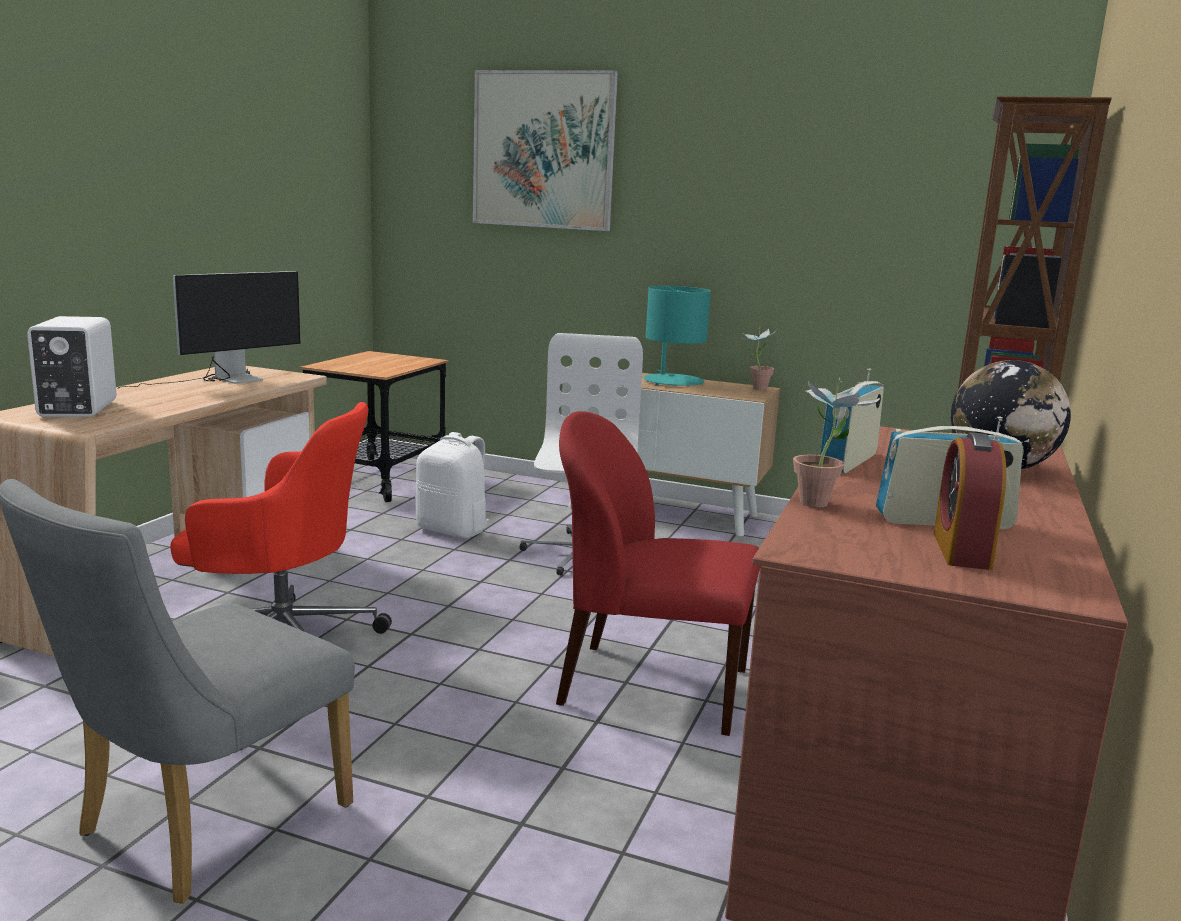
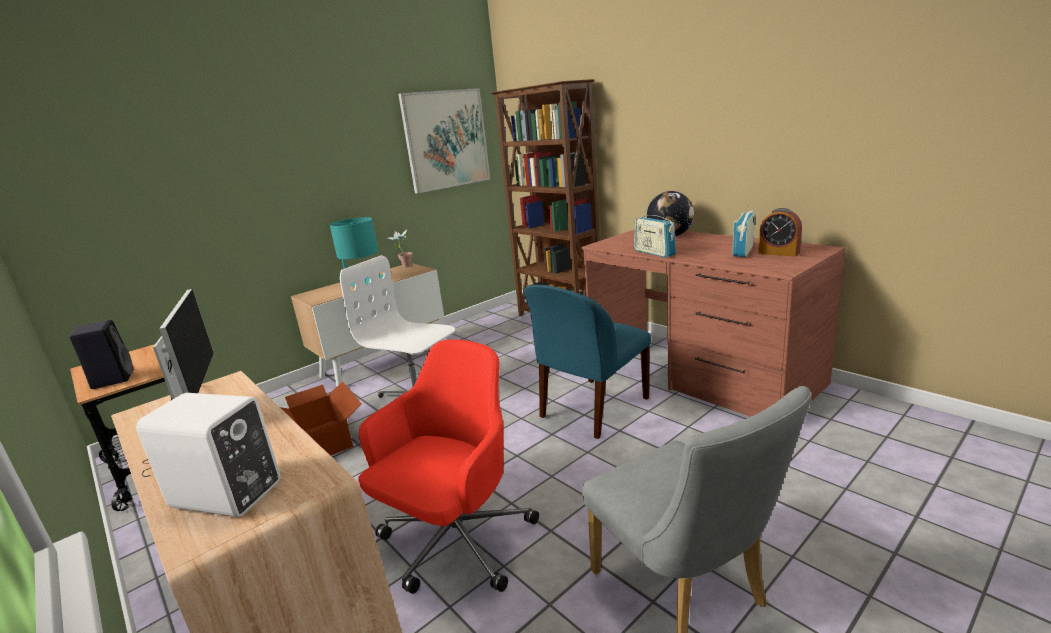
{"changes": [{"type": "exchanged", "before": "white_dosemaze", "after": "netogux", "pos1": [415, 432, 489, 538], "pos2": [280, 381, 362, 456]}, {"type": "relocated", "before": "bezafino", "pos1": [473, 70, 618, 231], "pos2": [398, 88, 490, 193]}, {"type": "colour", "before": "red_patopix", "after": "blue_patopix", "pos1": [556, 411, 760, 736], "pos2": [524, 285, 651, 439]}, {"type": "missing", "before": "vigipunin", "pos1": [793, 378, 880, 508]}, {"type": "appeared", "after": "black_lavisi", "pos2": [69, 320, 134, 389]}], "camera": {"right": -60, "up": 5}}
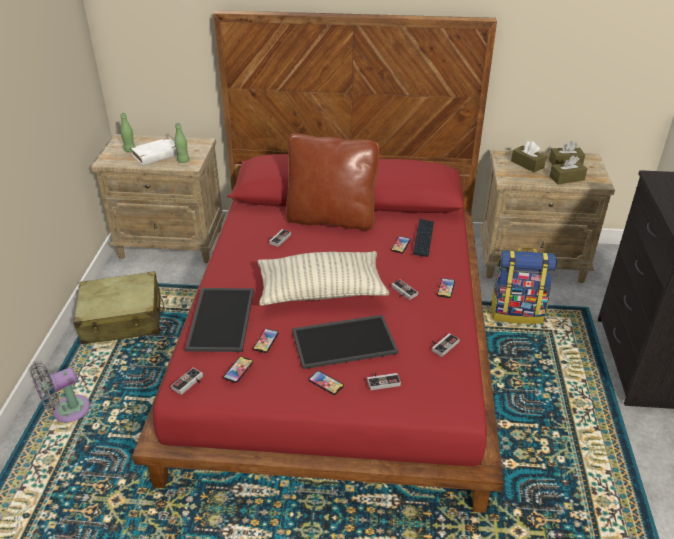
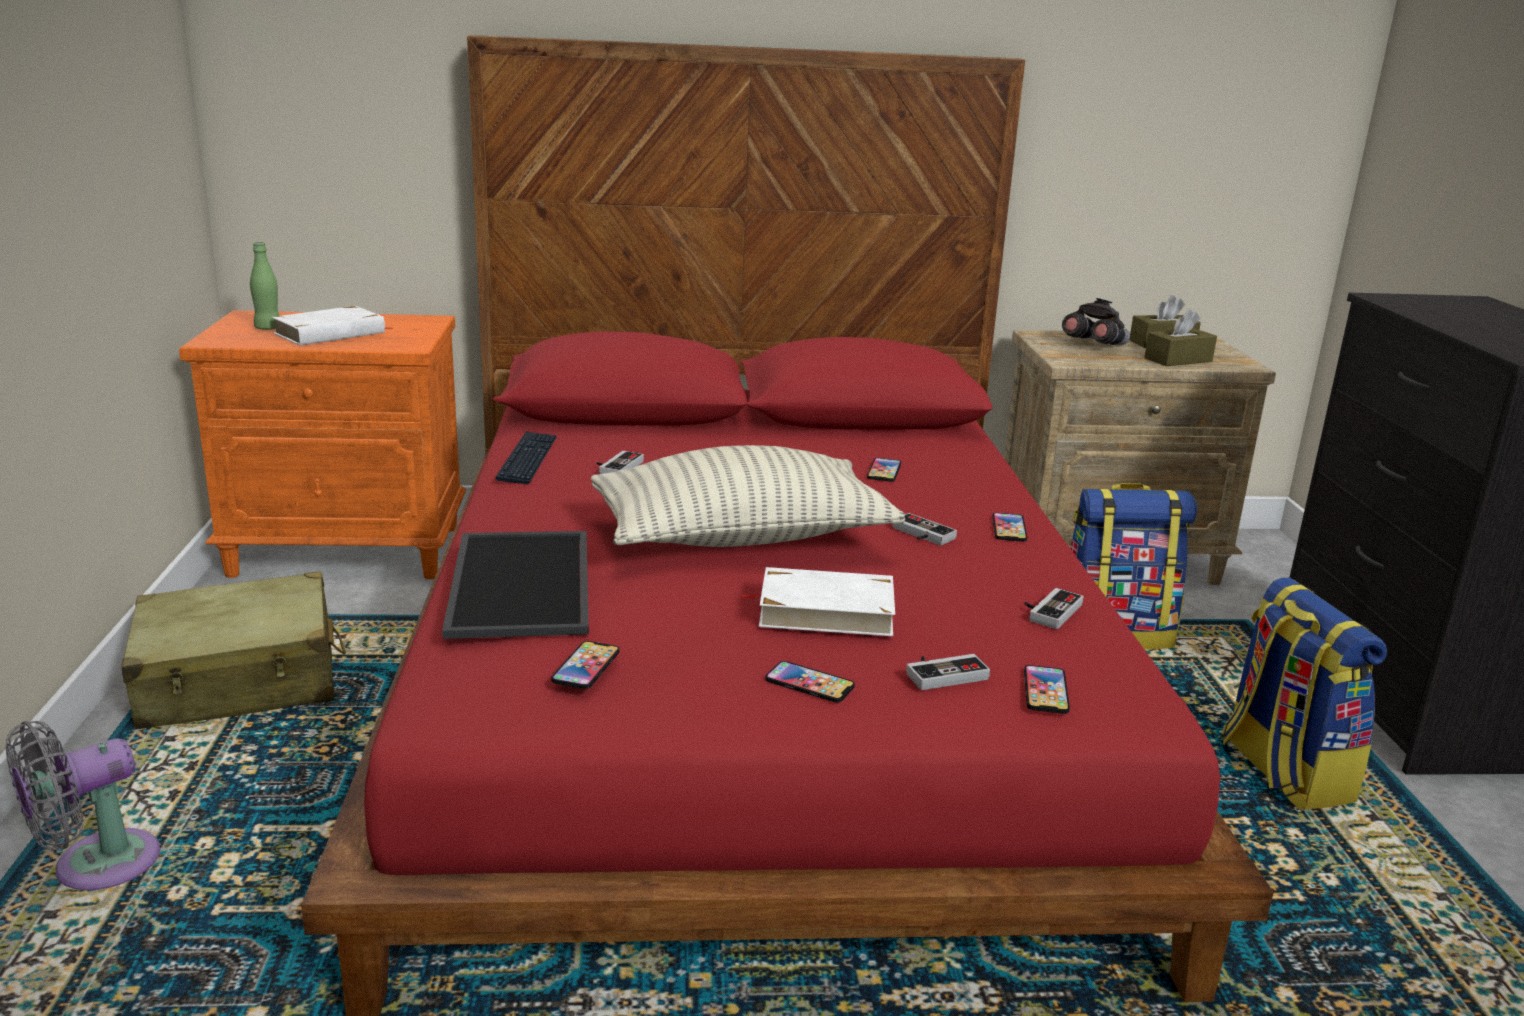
{"changes": [{"type": "colour", "before": "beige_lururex", "after": "orange_lururex", "pos1": [91, 134, 225, 263], "pos2": [179, 310, 466, 579]}, {"type": "missing", "before": "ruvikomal", "pos1": [171, 368, 203, 395]}, {"type": "missing", "before": "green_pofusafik", "pos1": [174, 123, 190, 163]}, {"type": "relocated", "before": "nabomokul", "pos1": [253, 329, 278, 353], "pos2": [1024, 665, 1070, 714]}, {"type": "missing", "before": "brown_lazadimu", "pos1": [286, 134, 379, 230]}, {"type": "exchanged", "before": "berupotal", "after": "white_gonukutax", "pos1": [292, 315, 398, 369], "pos2": [739, 567, 895, 636]}, {"type": "relocated", "before": "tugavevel", "pos1": [413, 219, 434, 257], "pos2": [495, 432, 557, 484]}, {"type": "exchanged", "before": "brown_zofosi", "after": "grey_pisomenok", "pos1": [511, 141, 547, 172], "pos2": [1062, 298, 1130, 345]}, {"type": "appeared", "after": "dosemaze", "pos2": [1221, 578, 1387, 810]}], "camera": {"right": -10, "up": -15}}
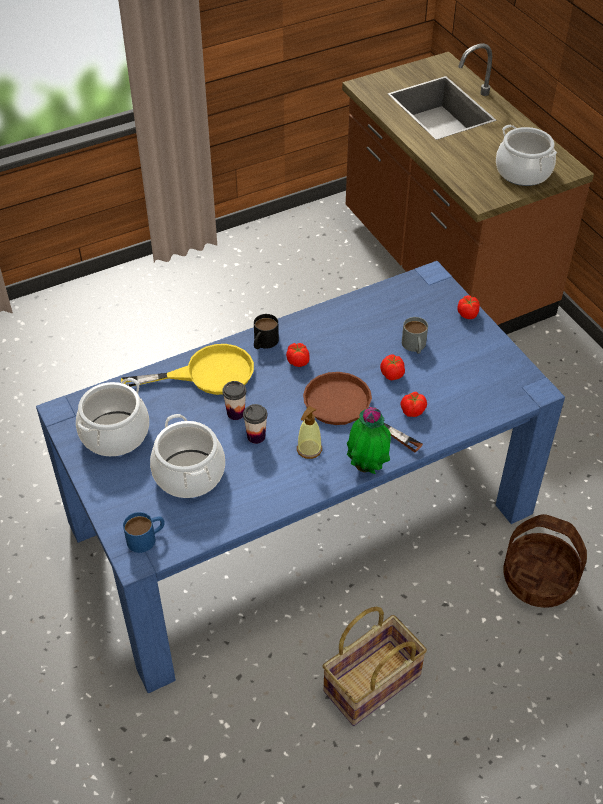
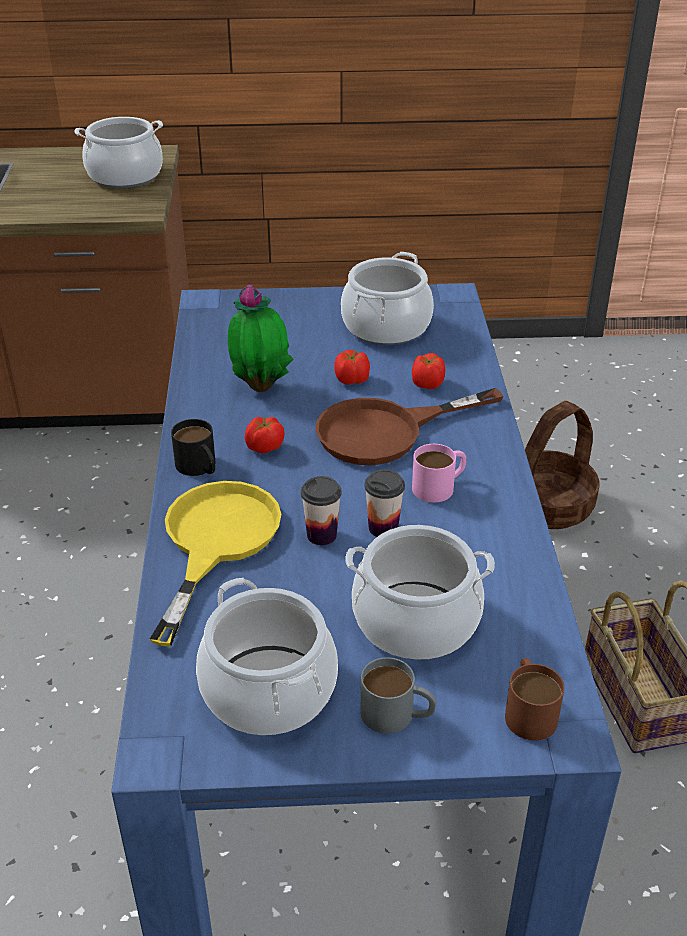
{"changes": [{"type": "colour", "before": "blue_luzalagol", "after": "brown_luzalagol", "pos1": [123, 512, 165, 553], "pos2": [505, 658, 564, 741]}, {"type": "exchanged", "before": "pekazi", "after": "pink_luzalagol", "pos1": [297, 406, 322, 459], "pos2": [412, 444, 467, 502]}, {"type": "relocated", "before": "vigipunin", "pos1": [347, 407, 391, 474], "pos2": [228, 284, 293, 392]}, {"type": "relocated", "before": "grey_luzalagol", "pos1": [402, 317, 428, 354], "pos2": [360, 657, 436, 734]}, {"type": "missing", "before": "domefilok", "pos1": [457, 295, 480, 319]}, {"type": "appeared", "after": "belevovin", "pos2": [341, 252, 434, 345]}], "camera": {"right": -65, "up": -10}}
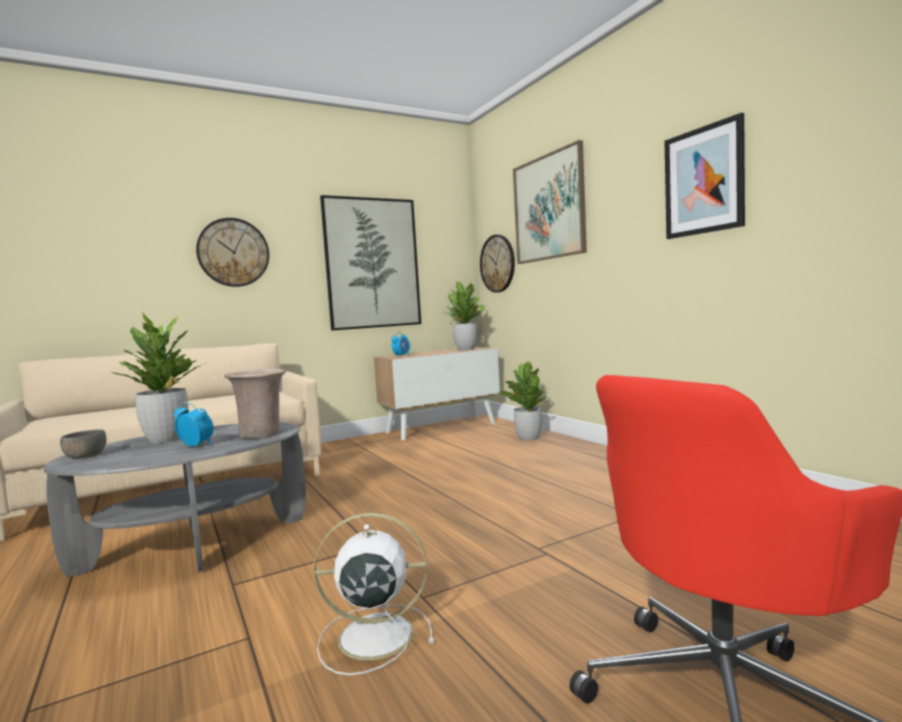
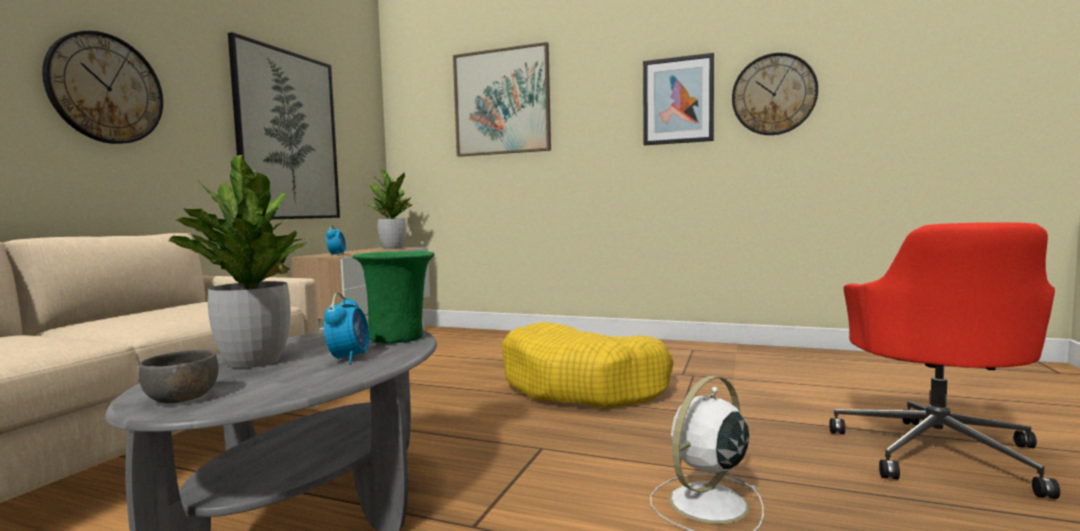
{"changes": [{"type": "spun", "before": "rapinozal", "pos1": [174, 402, 214, 447], "pos2": [324, 293, 369, 364], "turn": 105}, {"type": "colour", "before": "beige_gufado", "after": "green_gufado", "pos1": [224, 369, 286, 439], "pos2": [352, 251, 435, 343]}, {"type": "relocated", "before": "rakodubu", "pos1": [480, 235, 515, 292], "pos2": [732, 53, 818, 135]}, {"type": "missing", "before": "vigipunin", "pos1": [498, 361, 547, 441]}, {"type": "appeared", "after": "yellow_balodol", "pos2": [502, 322, 674, 408]}], "camera": {"right": -40, "up": 0}}
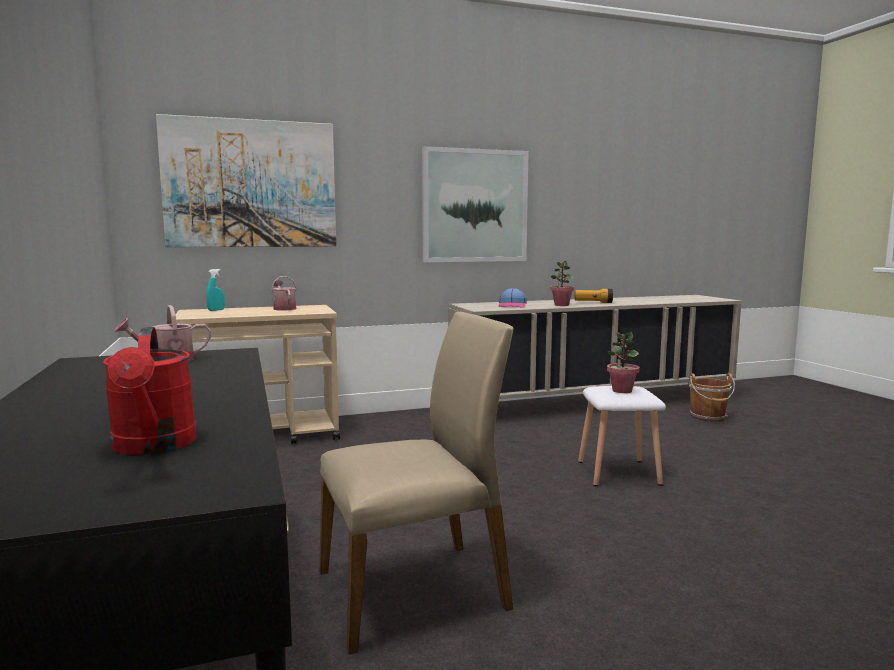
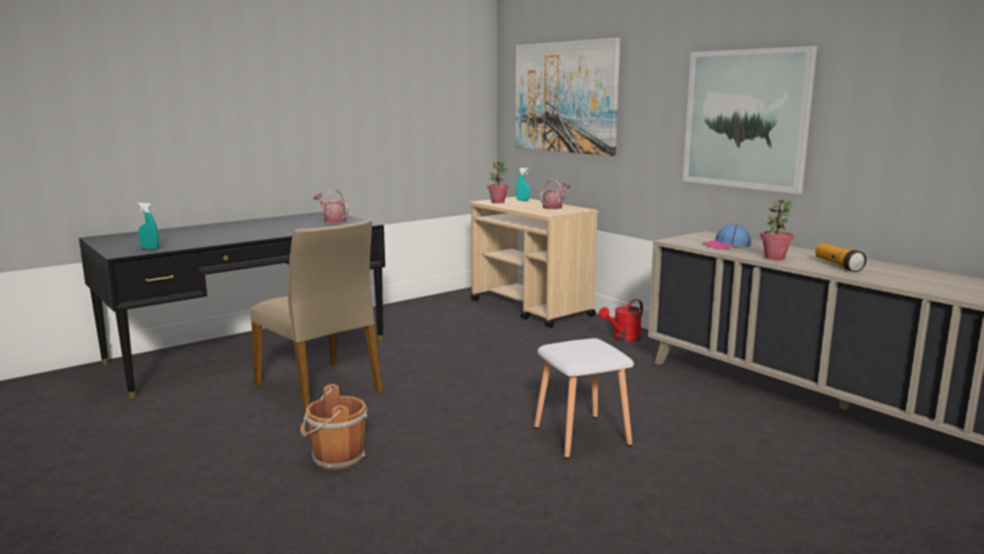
{"changes": [{"type": "relocated", "before": "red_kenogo", "pos1": [103, 327, 197, 455], "pos2": [599, 299, 643, 342]}, {"type": "relocated", "before": "vigipunin", "pos1": [607, 332, 640, 393], "pos2": [487, 162, 509, 203]}, {"type": "relocated", "before": "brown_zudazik", "pos1": [689, 374, 735, 422], "pos2": [300, 384, 367, 470]}, {"type": "appeared", "after": "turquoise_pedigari", "pos2": [137, 202, 159, 250]}], "camera": {"right": 70, "up": 5}}
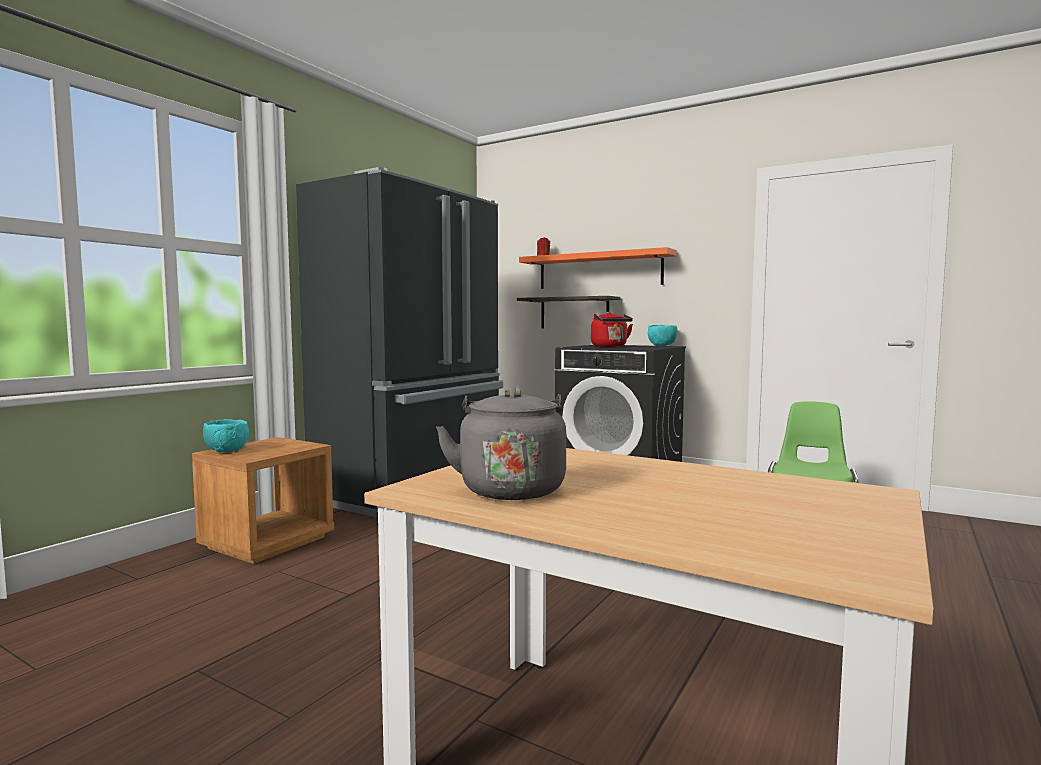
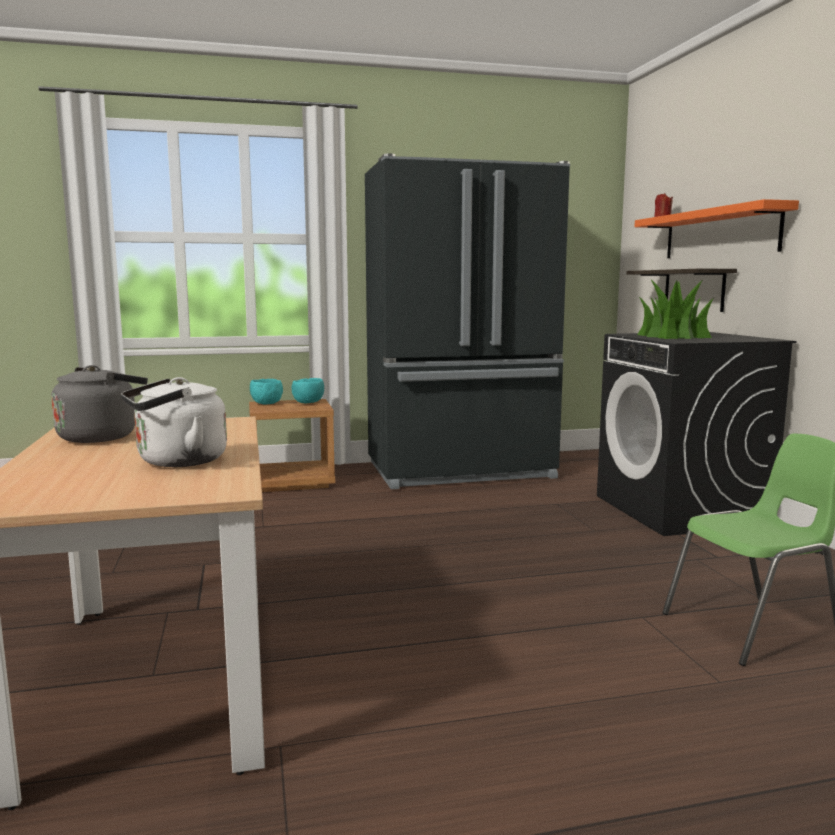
{"changes": [{"type": "exchanged", "before": "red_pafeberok", "after": "vigipunin", "pos1": [591, 312, 633, 347], "pos2": [637, 279, 714, 339]}, {"type": "relocated", "before": "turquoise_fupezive", "pos1": [648, 325, 678, 346], "pos2": [292, 378, 324, 403]}, {"type": "appeared", "after": "white_pafeberok", "pos2": [121, 377, 227, 467]}], "camera": {"right": 45, "up": 5}}
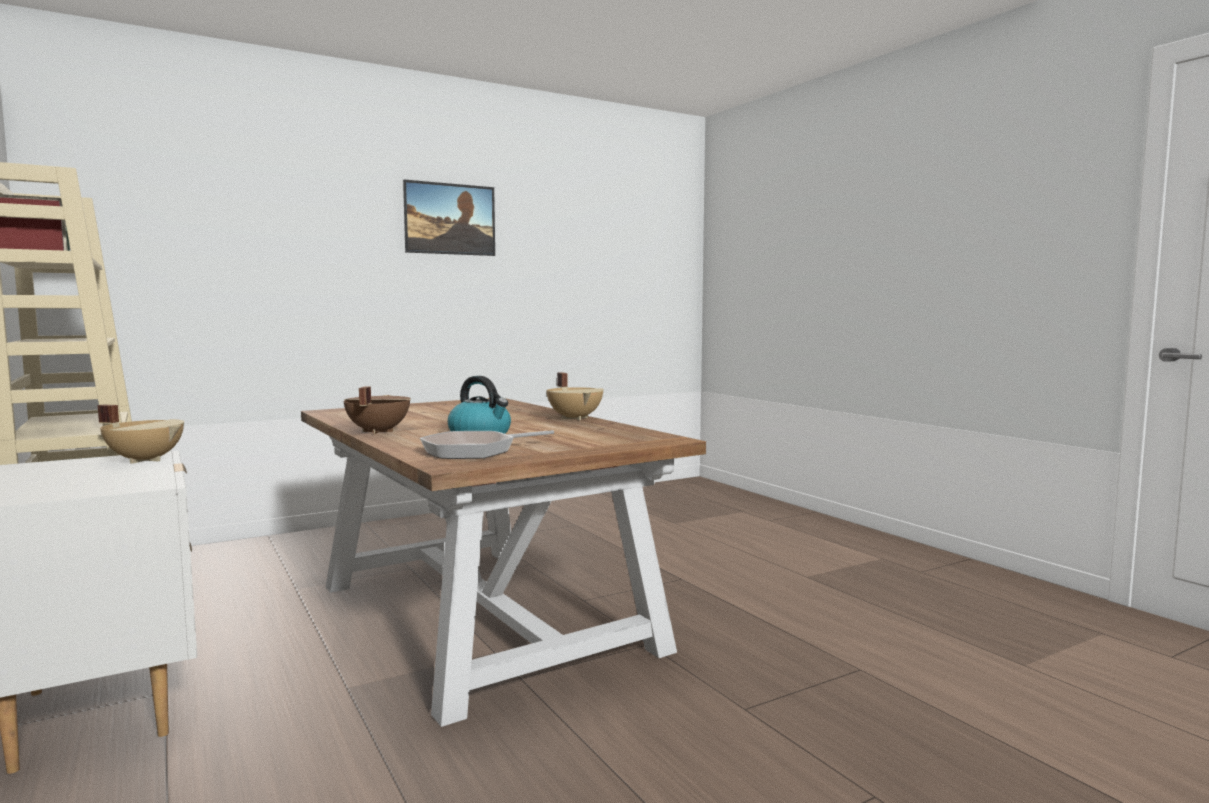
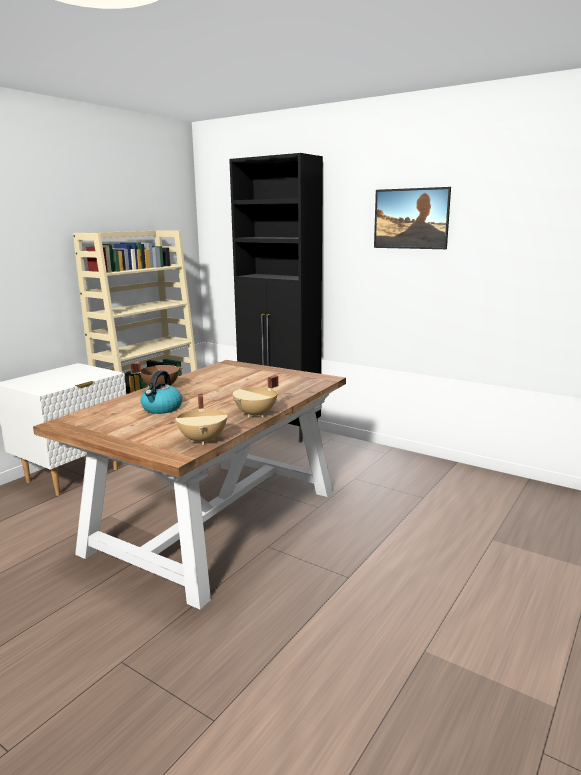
{"changes": [{"type": "relocated", "before": "beige_belevovin", "pos1": [98, 404, 184, 464], "pos2": [176, 394, 227, 445]}, {"type": "missing", "before": "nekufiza", "pos1": [420, 430, 554, 459]}, {"type": "appeared", "after": "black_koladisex", "pos2": [229, 153, 323, 442]}], "camera": {"right": 65, "up": 10}}
